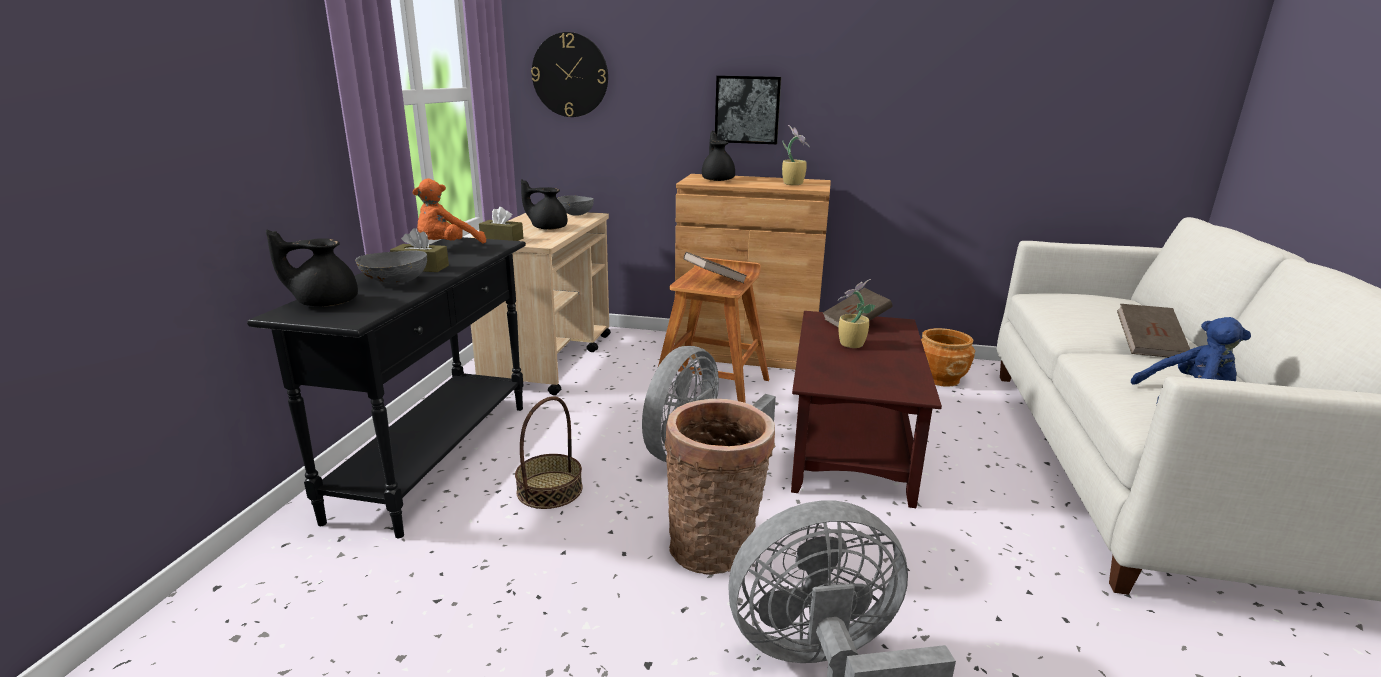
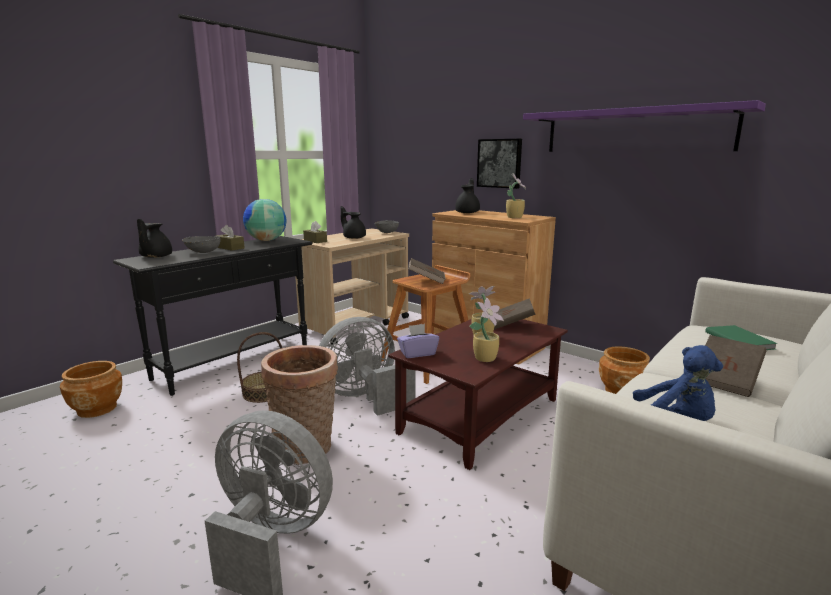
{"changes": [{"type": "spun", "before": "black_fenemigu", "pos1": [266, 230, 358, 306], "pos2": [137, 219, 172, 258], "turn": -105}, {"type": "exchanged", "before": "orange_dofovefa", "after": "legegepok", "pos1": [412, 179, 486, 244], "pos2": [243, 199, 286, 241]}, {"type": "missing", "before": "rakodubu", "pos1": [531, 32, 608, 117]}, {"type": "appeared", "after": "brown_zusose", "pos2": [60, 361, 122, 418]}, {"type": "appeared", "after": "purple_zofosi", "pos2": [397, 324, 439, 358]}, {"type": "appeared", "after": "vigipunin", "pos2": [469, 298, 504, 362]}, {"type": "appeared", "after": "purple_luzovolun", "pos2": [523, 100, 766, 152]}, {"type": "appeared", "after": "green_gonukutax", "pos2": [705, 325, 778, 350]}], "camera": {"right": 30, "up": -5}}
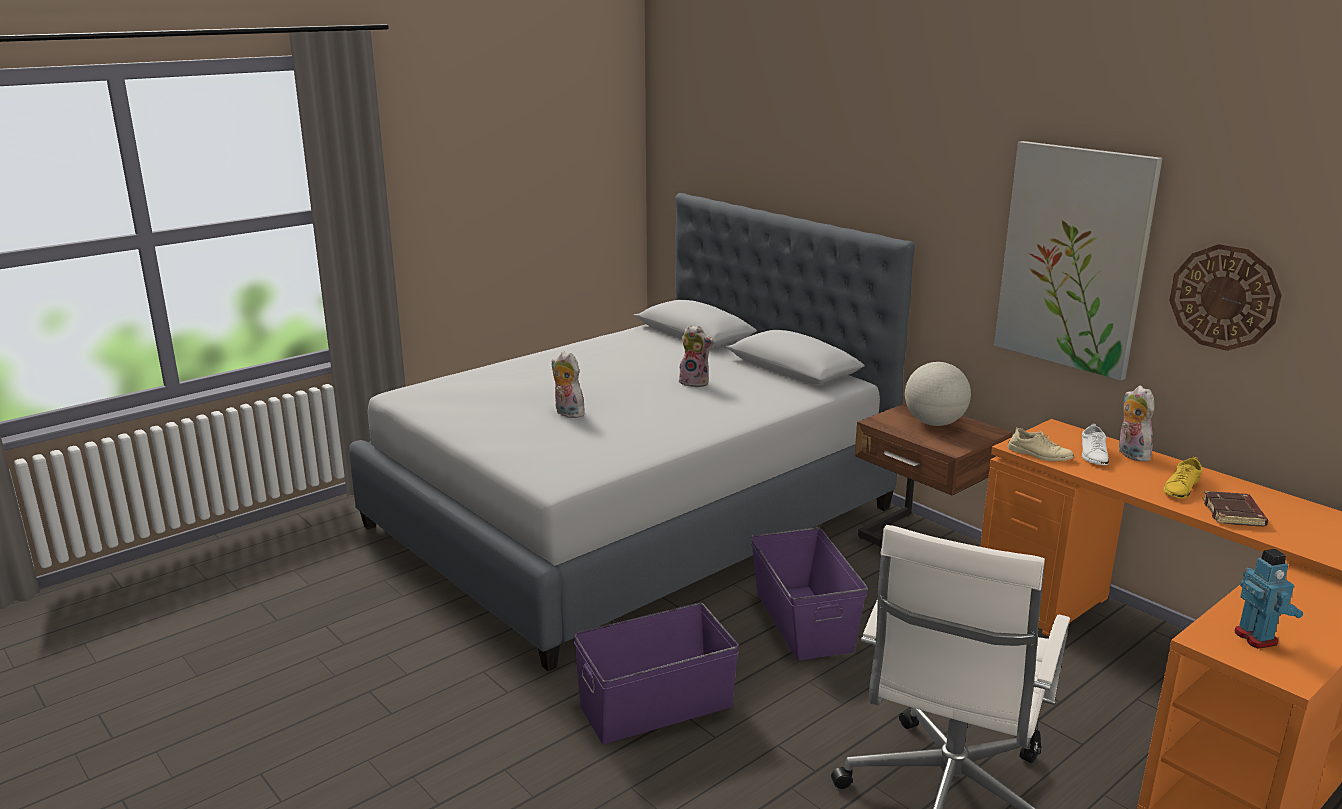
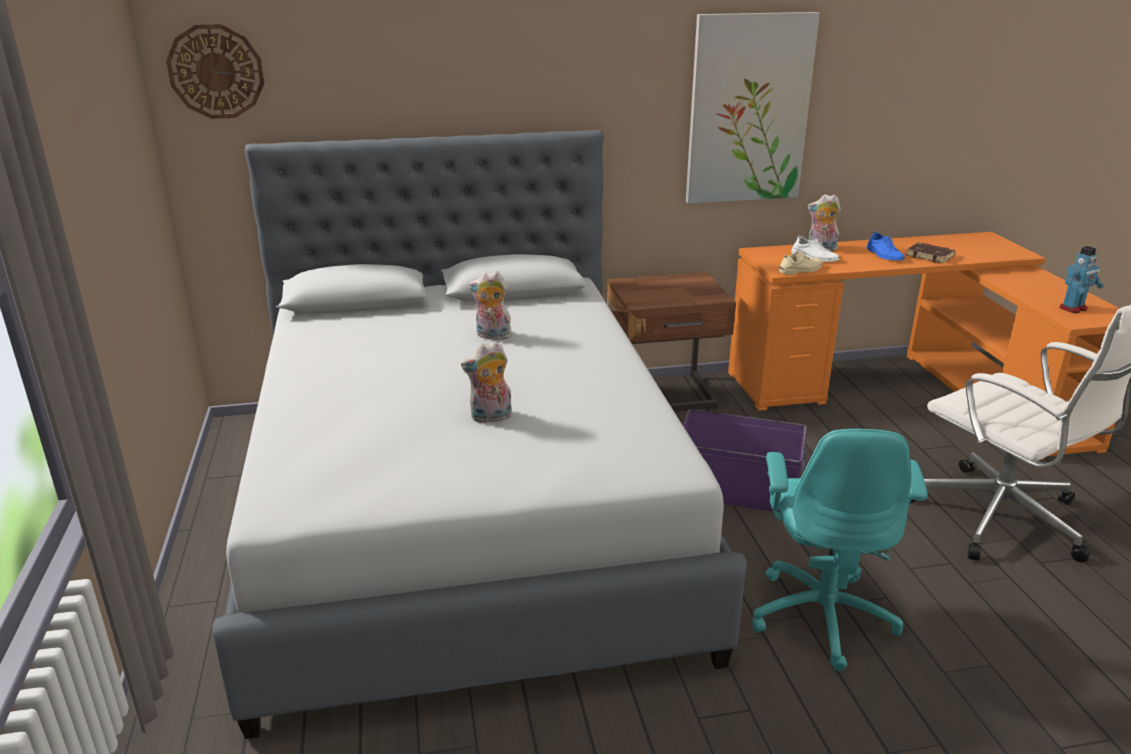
{"changes": [{"type": "exchanged", "before": "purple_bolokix", "after": "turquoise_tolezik", "pos1": [574, 603, 739, 744], "pos2": [752, 429, 928, 671]}, {"type": "spun", "before": "dofovefa", "pos1": [679, 324, 714, 388], "pos2": [468, 271, 512, 340], "turn": -135}, {"type": "missing", "before": "legegepok", "pos1": [905, 362, 971, 426]}, {"type": "colour", "before": "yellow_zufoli", "after": "blue_zufoli", "pos1": [1163, 457, 1203, 499], "pos2": [866, 231, 905, 260]}, {"type": "relocated", "before": "rakodubu", "pos1": [1169, 244, 1282, 351], "pos2": [166, 24, 264, 119]}, {"type": "spun", "before": "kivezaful", "pos1": [1234, 549, 1303, 649], "pos2": [1060, 246, 1104, 313], "turn": 135}], "camera": {"right": -60, "up": 5}}
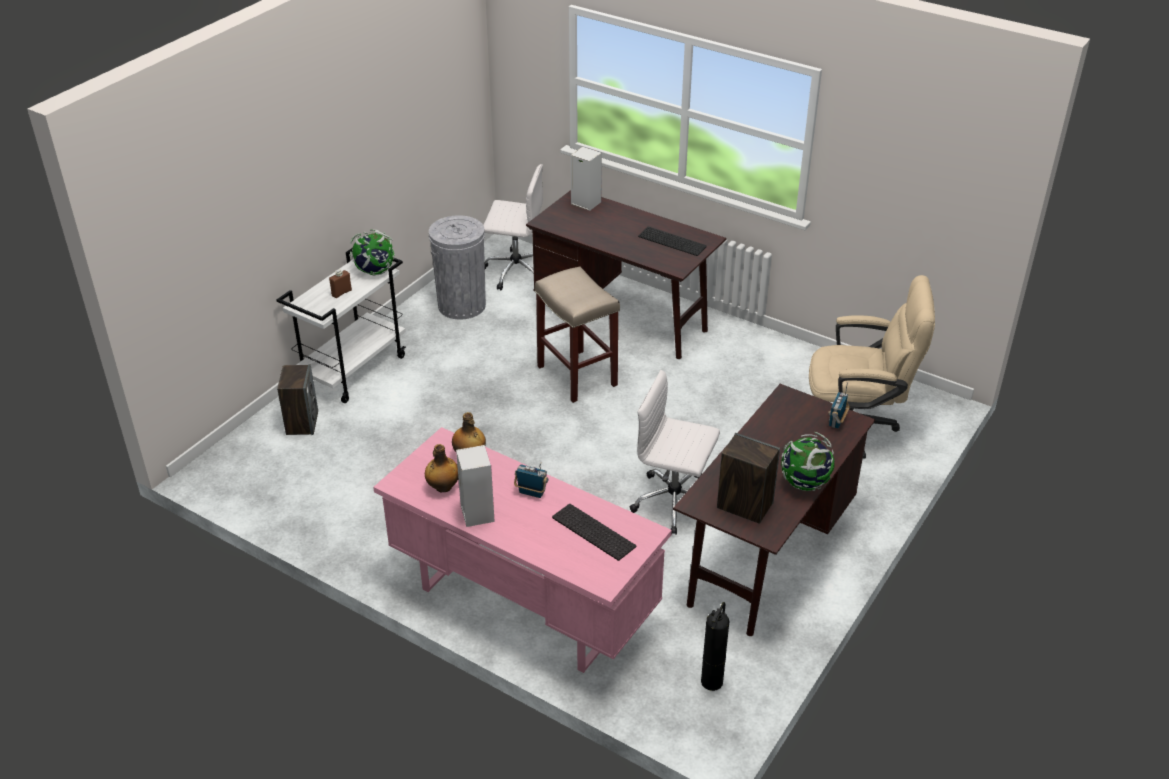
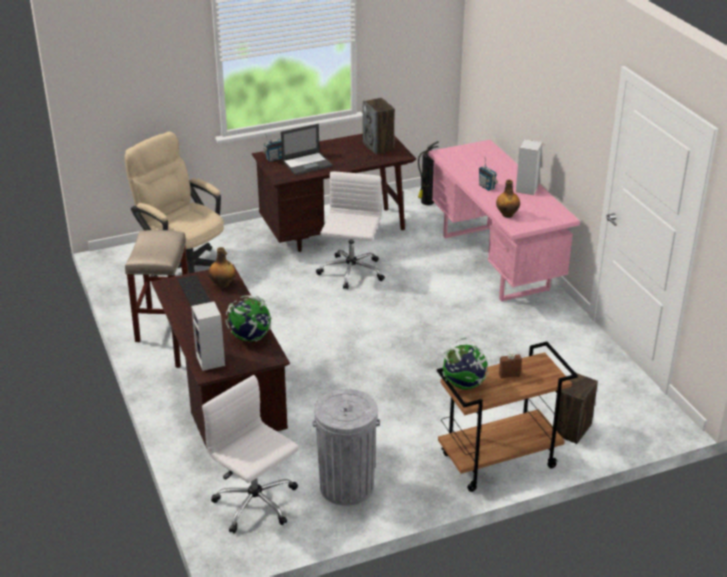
{"changes": [{"type": "colour", "before": "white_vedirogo", "after": "brown_vedirogo", "pos1": [276, 248, 406, 403], "pos2": [437, 342, 578, 492]}, {"type": "relocated", "before": "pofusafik", "pos1": [425, 444, 458, 492], "pos2": [208, 247, 236, 288]}, {"type": "relocated", "before": "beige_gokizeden", "pos1": [535, 266, 620, 403], "pos2": [125, 230, 189, 342]}, {"type": "missing", "before": "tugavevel", "pos1": [552, 504, 636, 561]}, {"type": "spun", "before": "white_tolezik", "pos1": [630, 370, 720, 535], "pos2": [316, 172, 385, 289], "turn": -135}, {"type": "relocated", "before": "legegepok", "pos1": [781, 432, 835, 491], "pos2": [225, 295, 271, 341]}, {"type": "appeared", "after": "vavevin", "pos2": [281, 124, 333, 175]}], "camera": {"right": -145, "up": -5}}
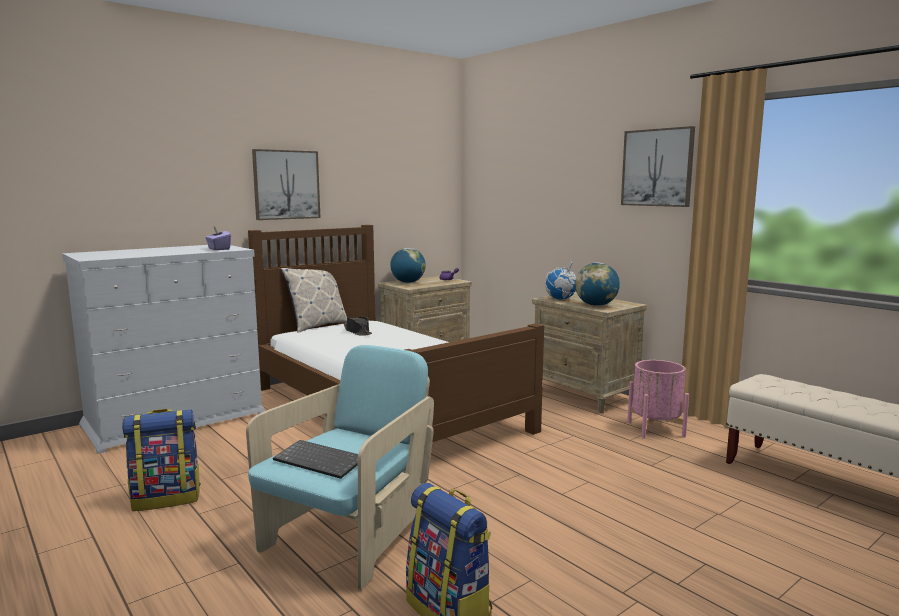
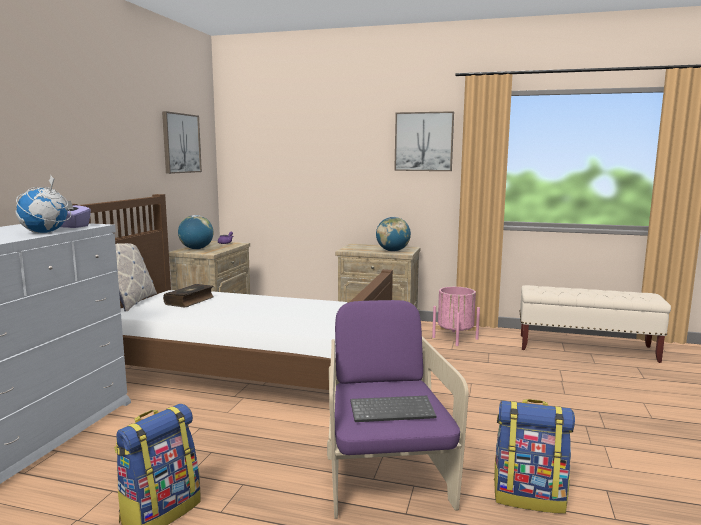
{"changes": [{"type": "colour", "before": "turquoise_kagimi", "after": "purple_kagimi", "pos1": [246, 345, 434, 590], "pos2": [327, 300, 469, 519]}, {"type": "relocated", "before": "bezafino", "pos1": [252, 149, 320, 220], "pos2": [162, 111, 202, 174]}, {"type": "exchanged", "before": "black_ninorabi", "after": "gonukutax", "pos1": [343, 316, 372, 336], "pos2": [163, 284, 213, 307]}, {"type": "relocated", "before": "legegepok", "pos1": [545, 260, 577, 300], "pos2": [16, 174, 71, 233]}], "camera": {"right": -35, "up": 0}}
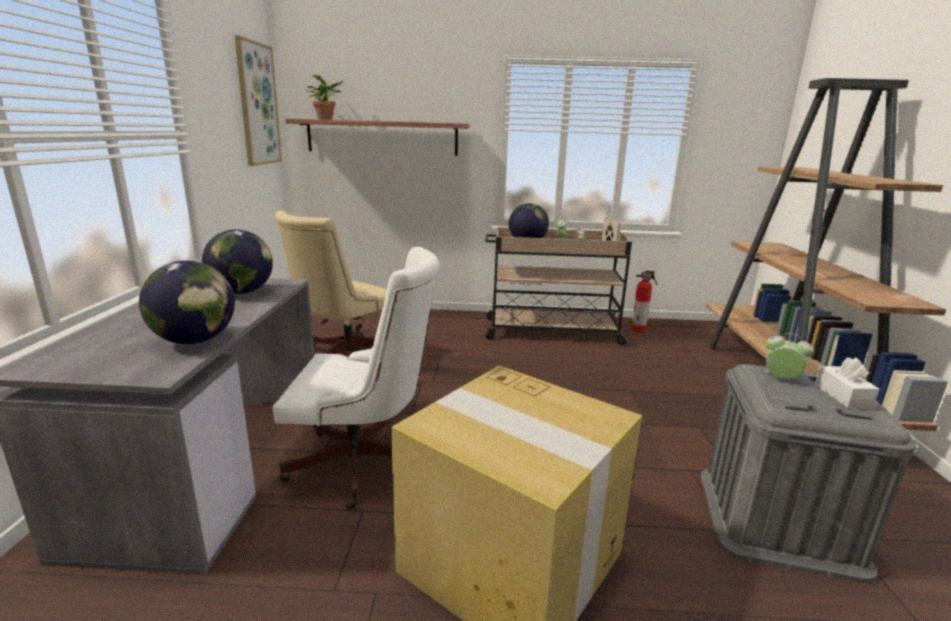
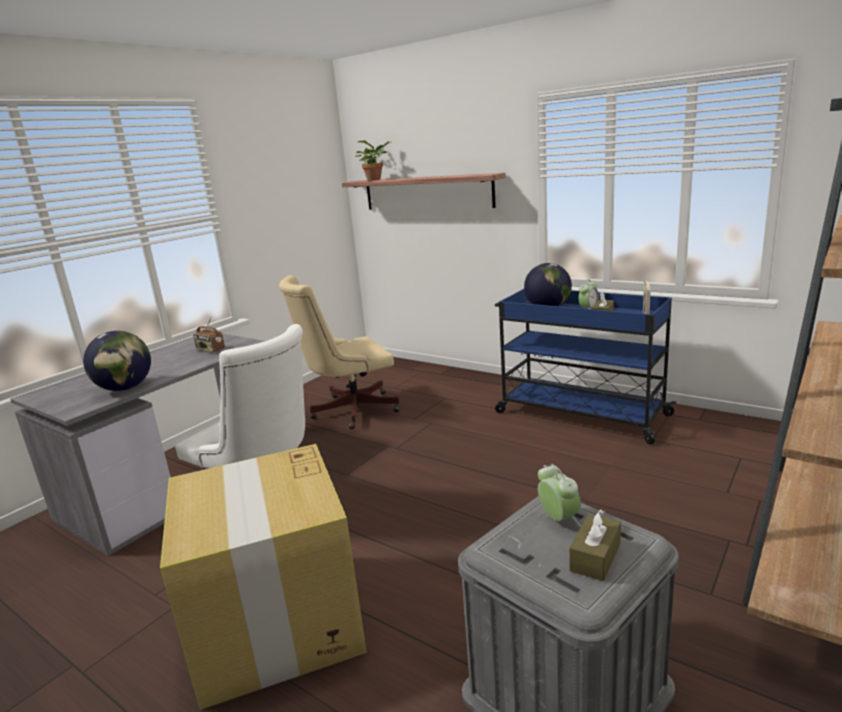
{"changes": [{"type": "exchanged", "before": "legegepok", "after": "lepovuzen", "pos1": [202, 229, 273, 294], "pos2": [193, 318, 225, 352]}, {"type": "missing", "before": "bezafino", "pos1": [234, 35, 282, 166]}, {"type": "colour", "before": "beige_vedirogo", "after": "blue_vedirogo", "pos1": [485, 227, 632, 345], "pos2": [495, 289, 677, 444]}, {"type": "missing", "before": "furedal", "pos1": [631, 271, 657, 333]}, {"type": "colour", "before": "white_zofosi", "after": "brown_zofosi", "pos1": [815, 357, 879, 409], "pos2": [569, 509, 621, 581]}], "camera": {"right": 35, "up": 0}}
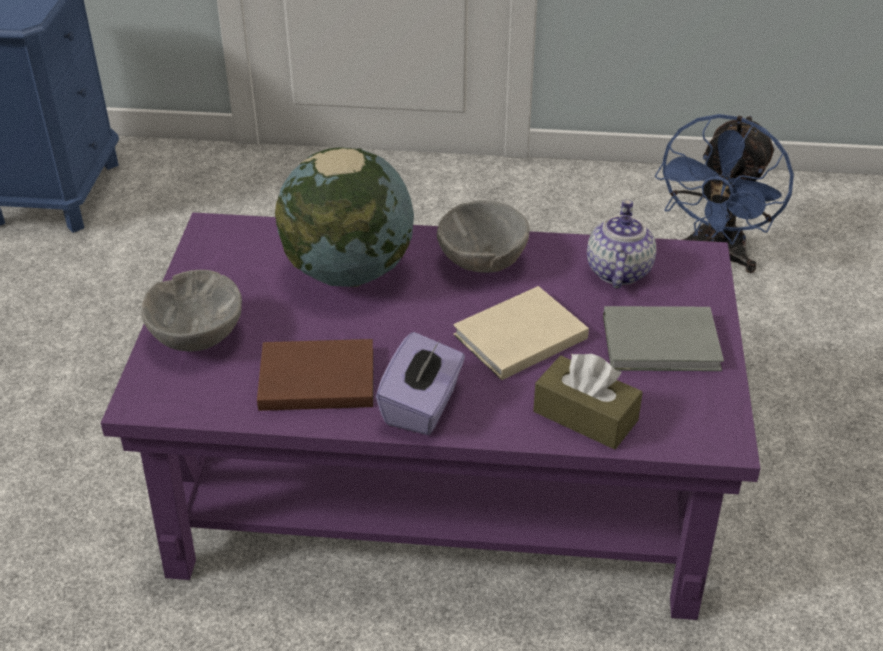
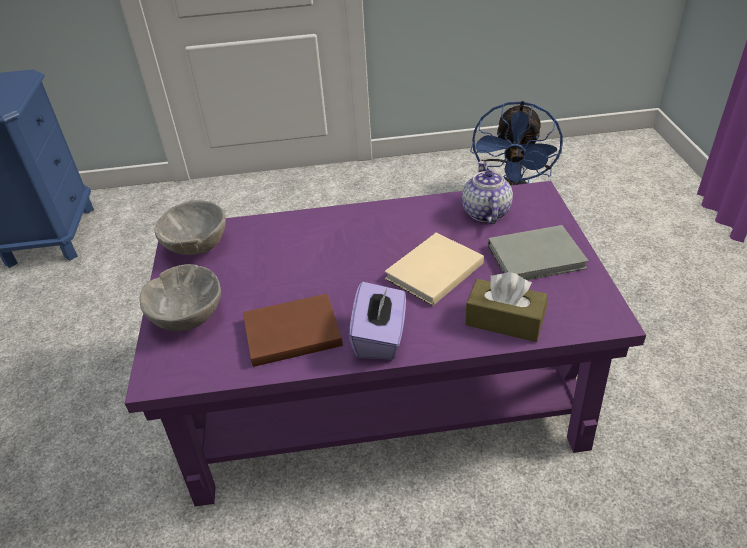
{"changes": [{"type": "missing", "before": "legegepok", "pos1": [275, 147, 414, 287]}, {"type": "relocated", "before": "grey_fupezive", "pos1": [437, 200, 530, 273], "pos2": [155, 200, 226, 255]}], "camera": {"right": -10, "up": 0}}
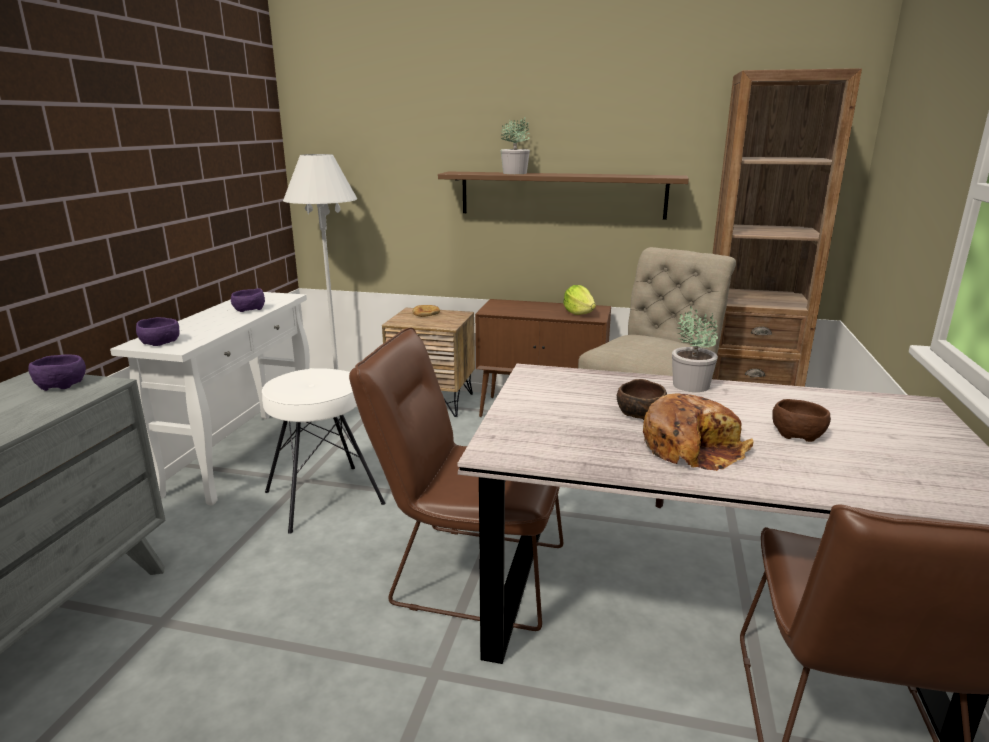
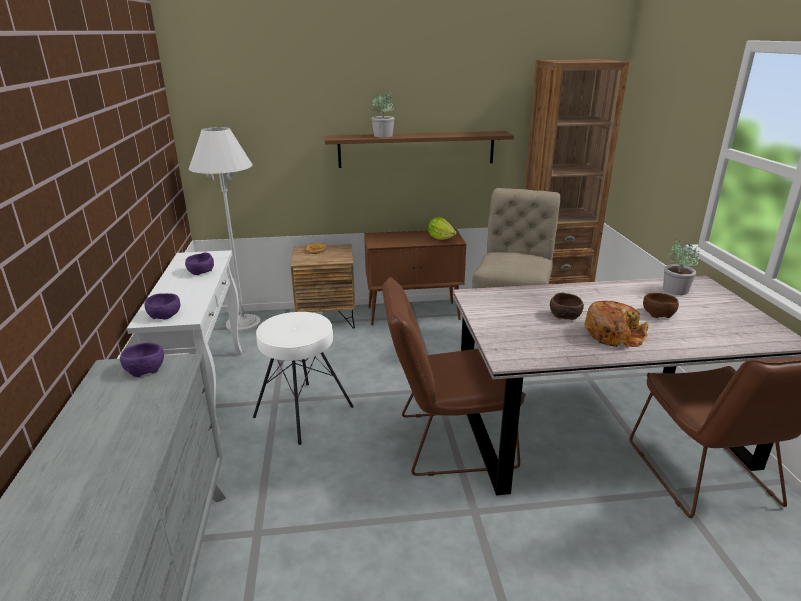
{"changes": [{"type": "relocated", "before": "vigipunin", "pos1": [672, 306, 718, 392], "pos2": [663, 239, 699, 295]}], "camera": {"right": -20, "up": 5}}
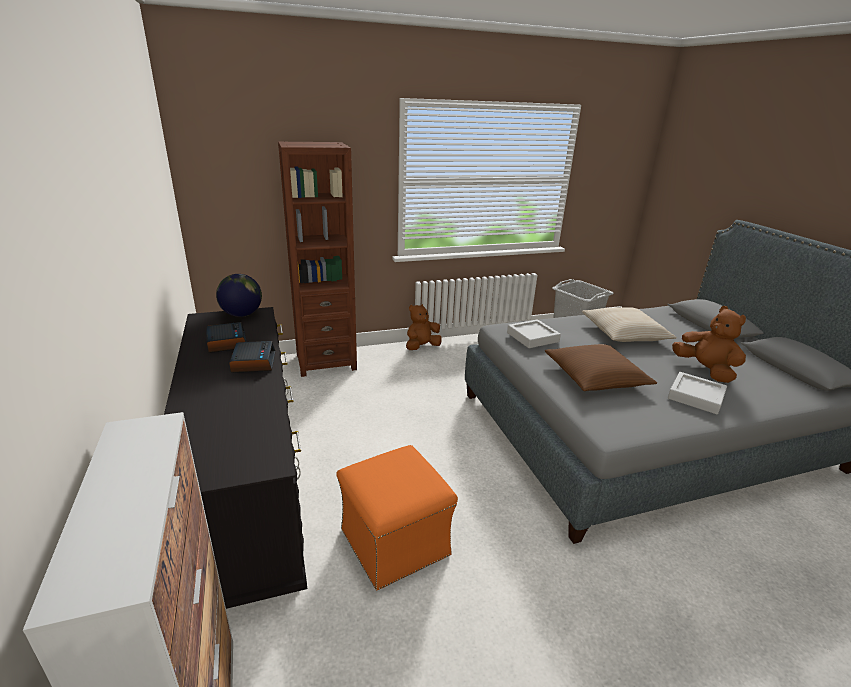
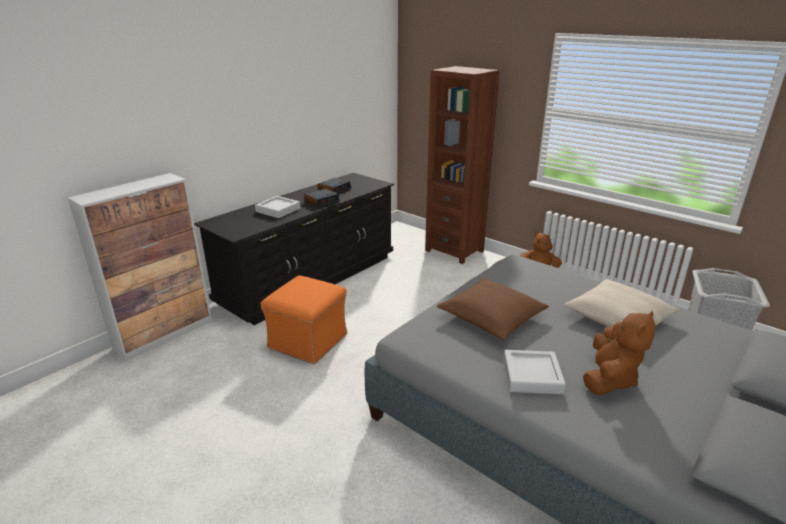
{"changes": [{"type": "missing", "before": "legegepok", "pos1": [216, 274, 262, 317]}, {"type": "relocated", "before": "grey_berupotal", "pos1": [507, 319, 561, 348], "pos2": [255, 196, 300, 218]}], "camera": {"right": 60, "up": 0}}
